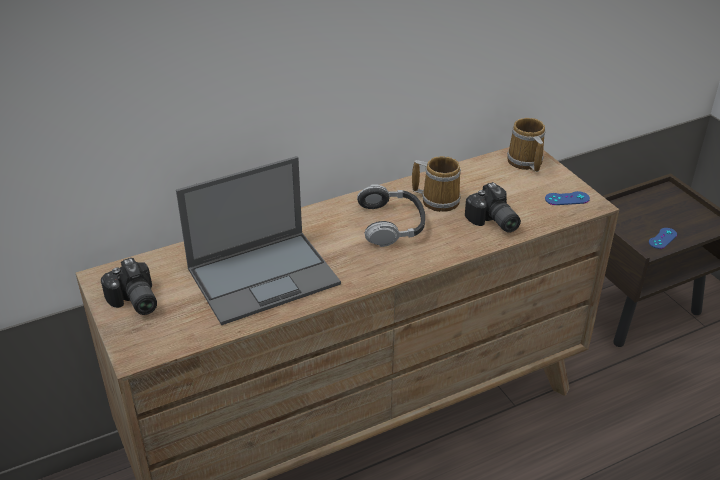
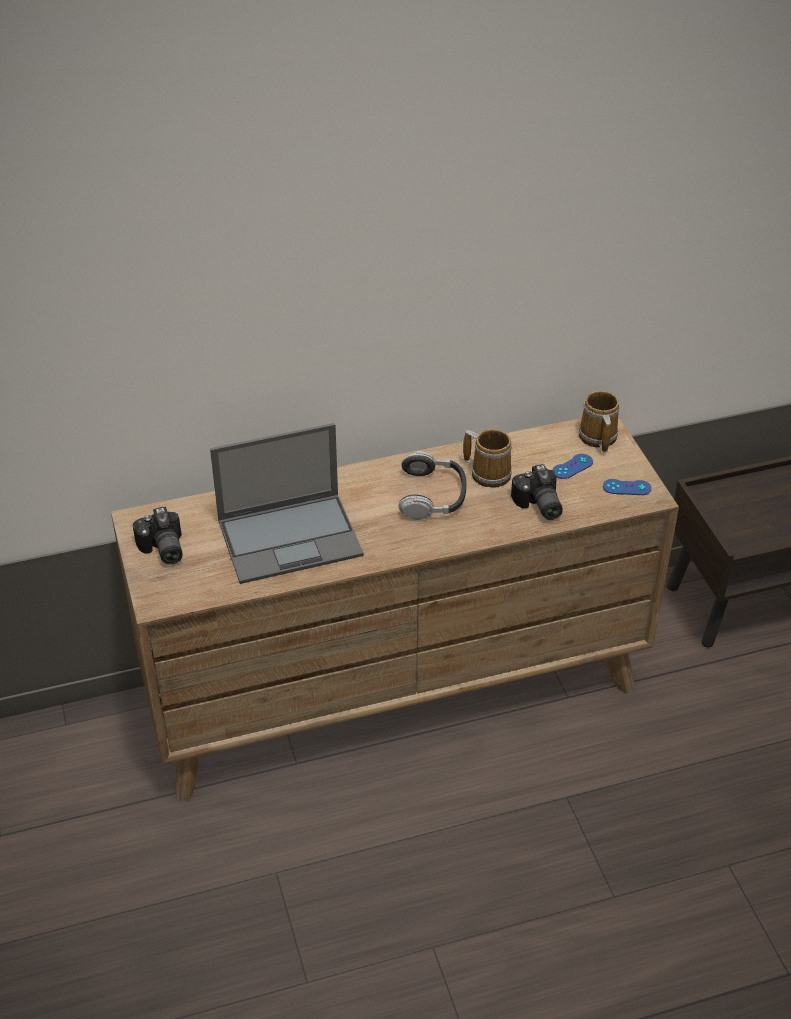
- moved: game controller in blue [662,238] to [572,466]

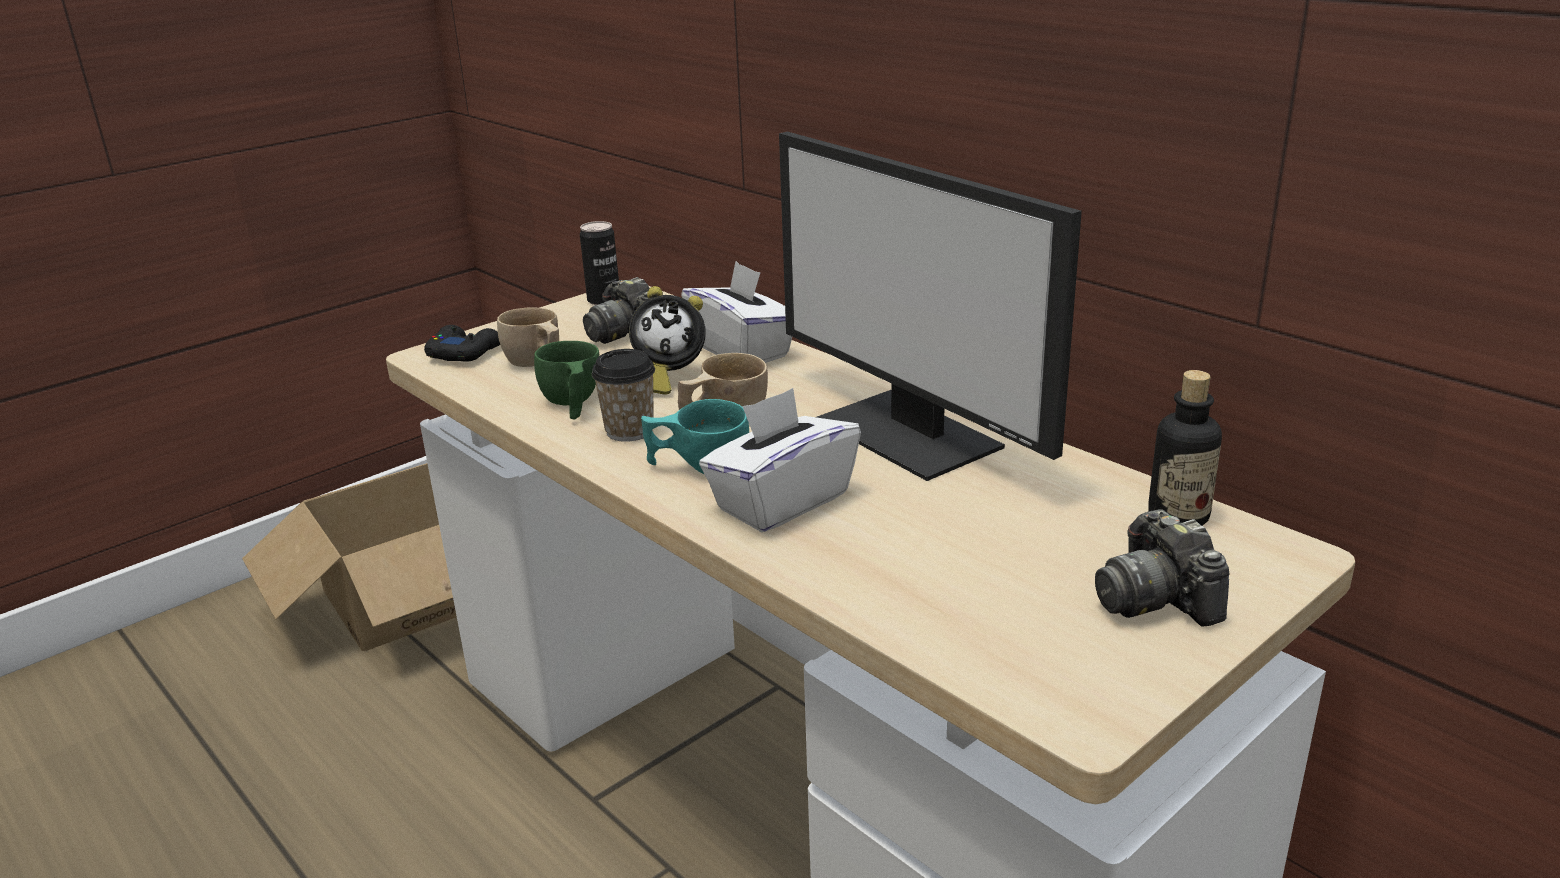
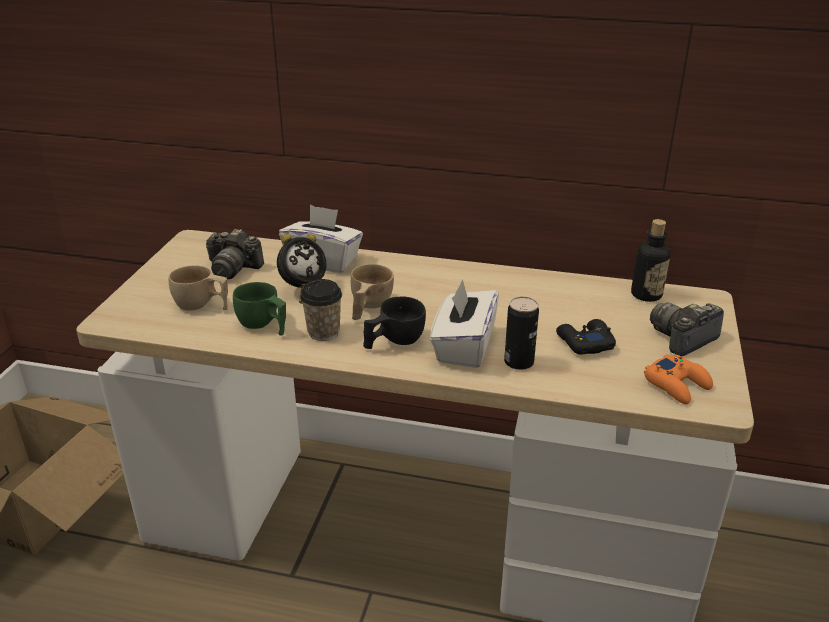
- removed: monitor [912,433]
- moved: can [604,300] to [519,362]
- moved: game controller in black [464,352] to [584,342]
- recoloured: cup in turquoise [698,466] to cup in black [393,341]
- turned: photo camera [1156,598] = [683,338] 105 degrees clockwise
- added: game controller in orange [677,385]

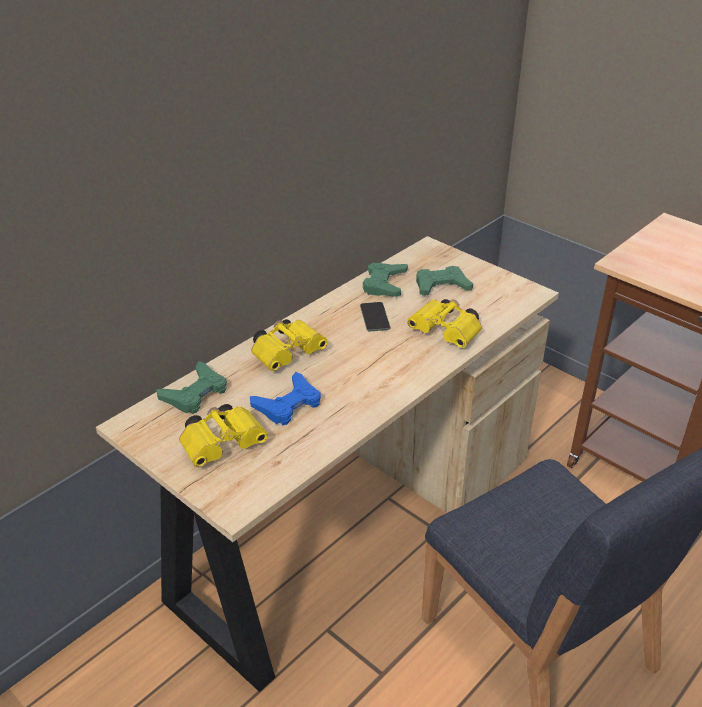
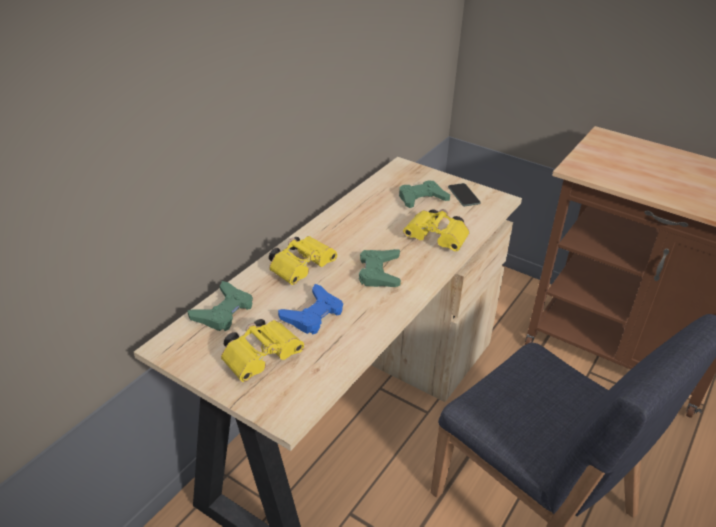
- moved: game controller in green [384,284] to [379,272]
- moved: phone [375,317] to [463,195]

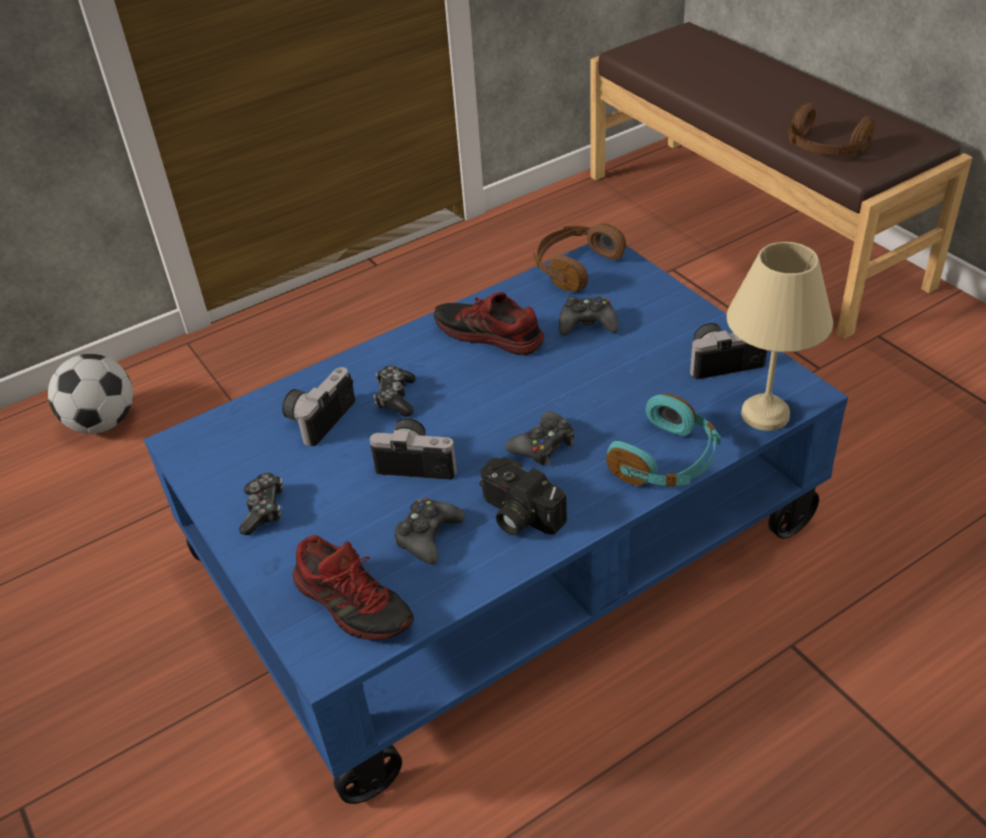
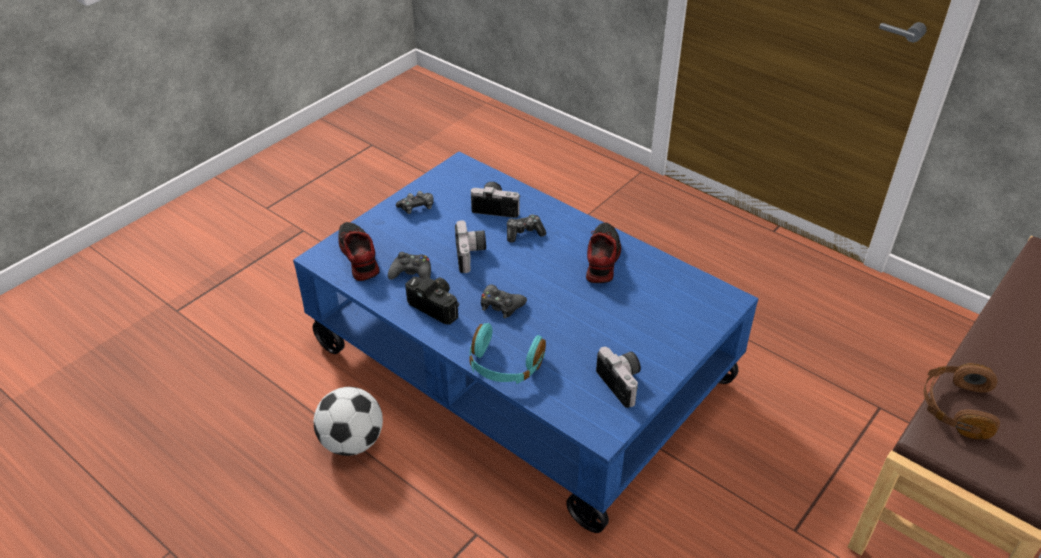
- removed: headphones in brown [575,267]
- removed: table lamp in beige [767,414]
- removed: game controller in black [587,324]
- moved: football [103,423] to [352,442]
- turned: photo camera [517,515] = [437,305] 105 degrees clockwise
- turned: shoe [354,603] = [358,257] 135 degrees clockwise

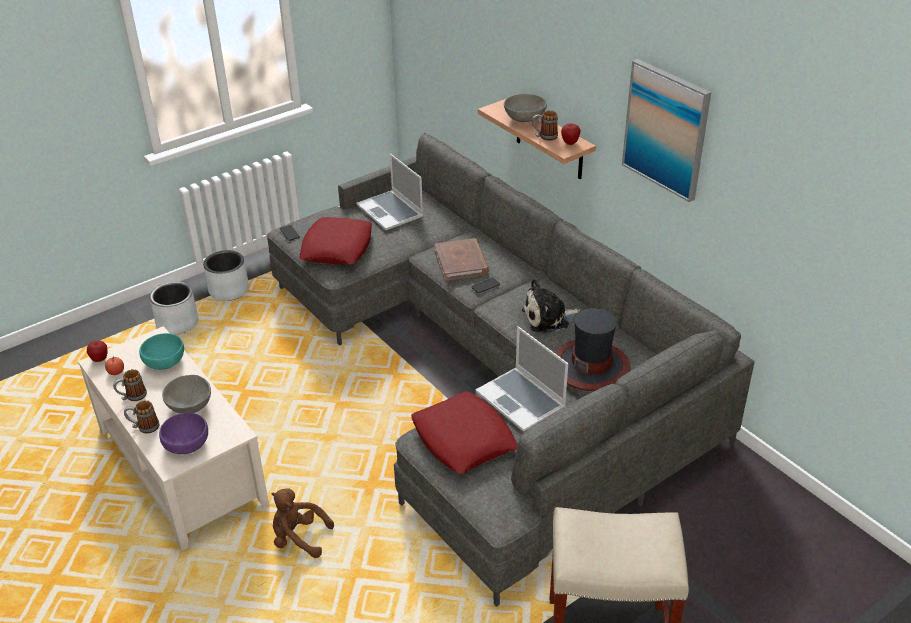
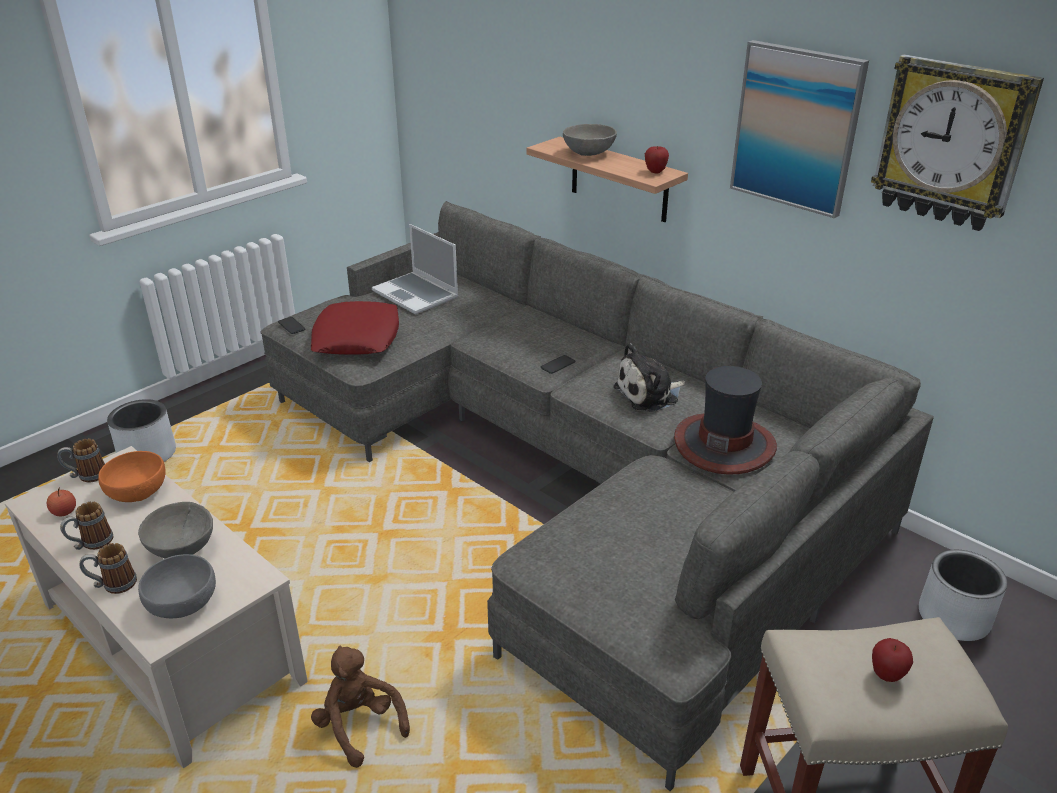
- moved: mug [544,137] to [86,476]
- removed: book in brown [461,262]
- moved: planter in grey [229,290] to [953,617]
- removed: laptop [522,400]
- recoloured: bowl in turquoise [165,361] to bowl in orange [137,490]
- moved: apple [100,359] to [886,675]
- removed: pillow in red [464,439]
- recoloured: bowl in purple [186,443] to bowl in grey [182,601]
- turned: plush toy in brown [299,538] = [359,725] 45 degrees clockwise
- added: wall clock [952,143]

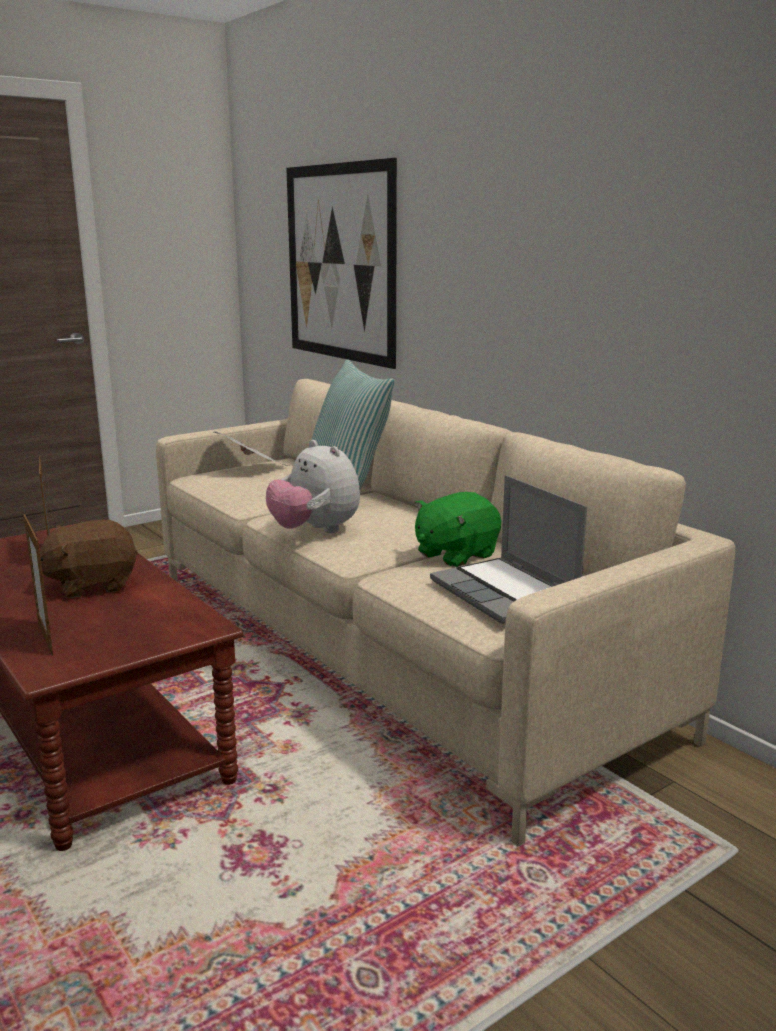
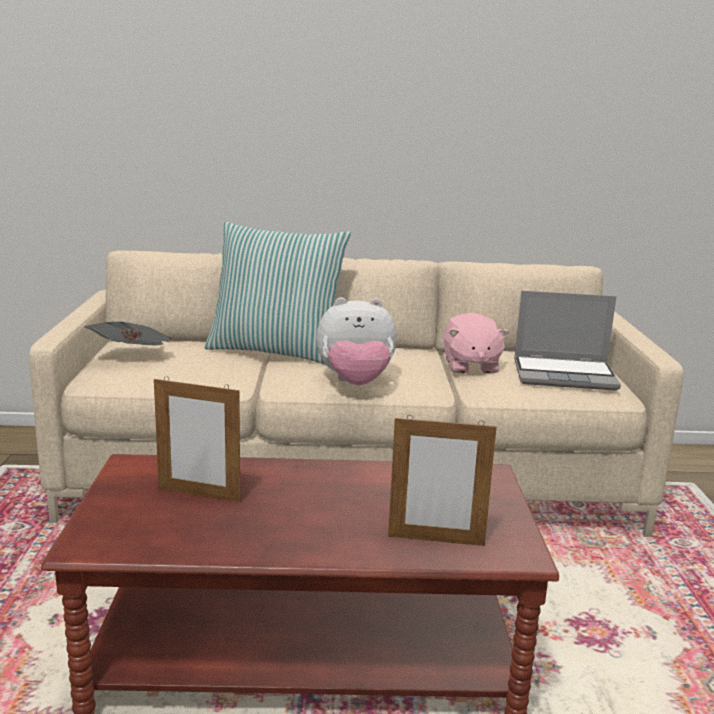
- removed: picture [339,263]
- recoloured: plush toy in green [455,555] to plush toy in pink [470,366]
- removed: plush toy in brown [92,585]

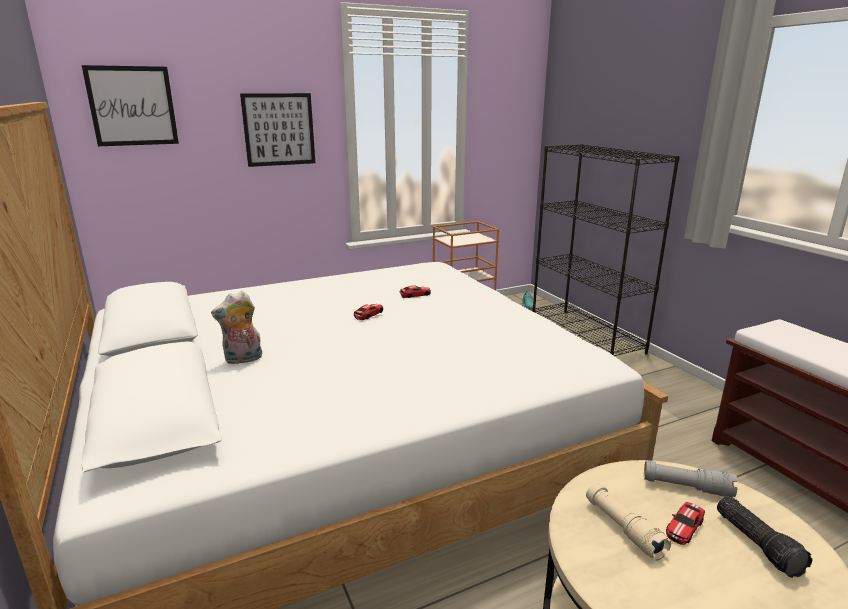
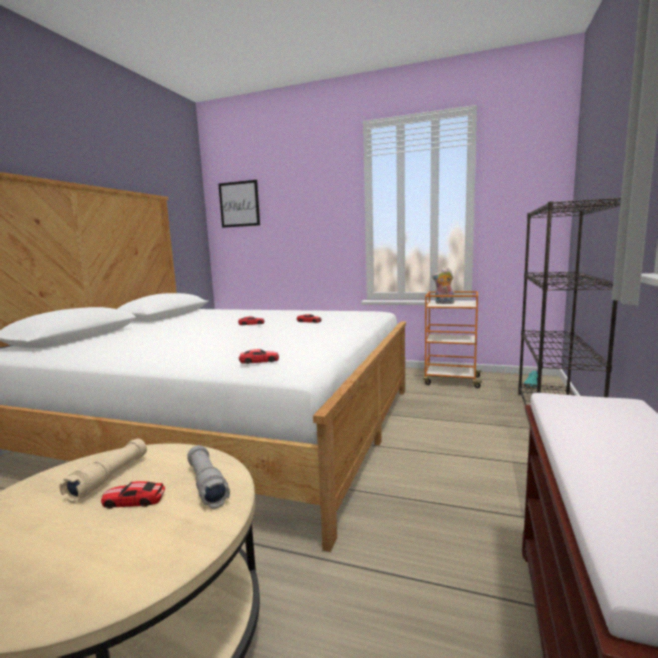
- removed: picture [279,129]
- moved: plush toy [243,359] to [443,303]
- removed: flashlight [758,544]
- added: toy car [259,361]

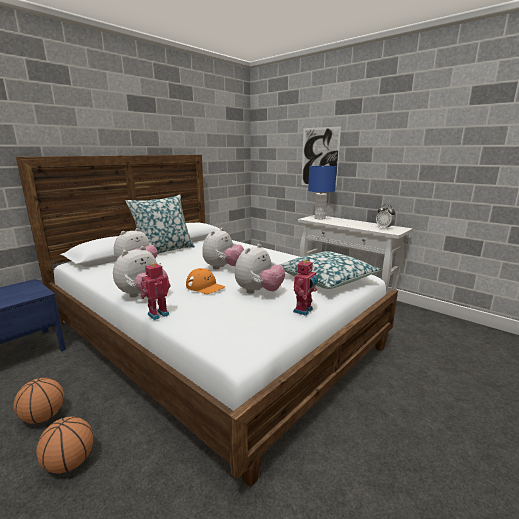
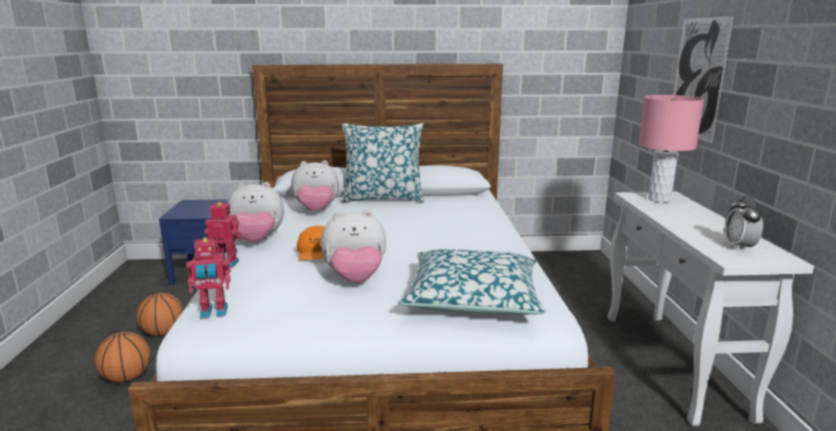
- recoloured: table lamp in blue [320,218] to table lamp in pink [659,199]
- removed: plush toy [223,268]
- moved: toy robot [304,311] to [213,312]

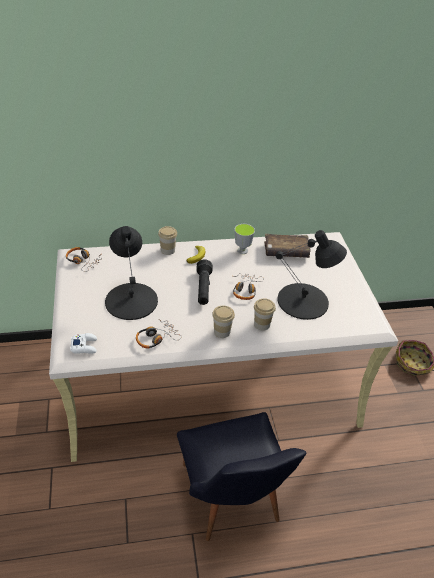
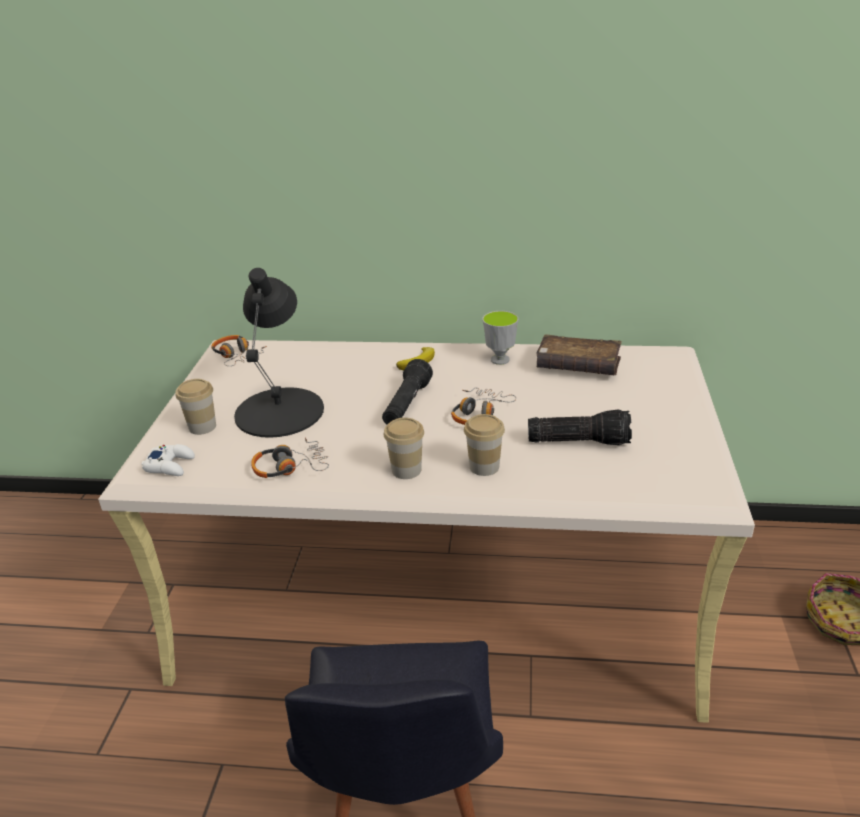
- moved: cup [167,250] to [202,427]
- replaced: table lamp in black [303,301] to flashlight [579,440]

